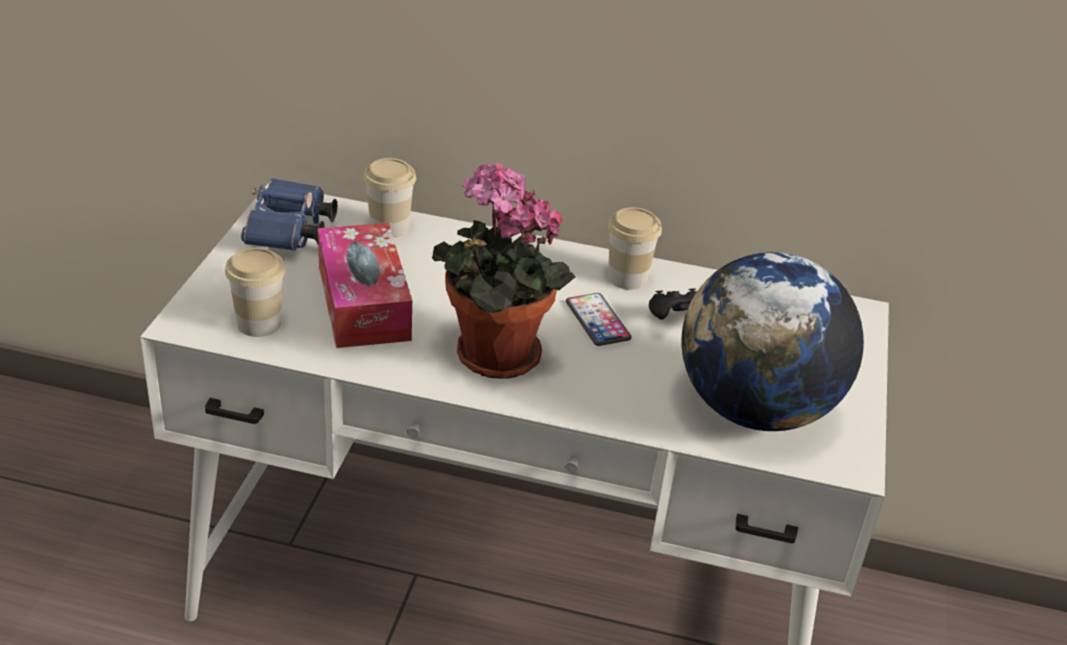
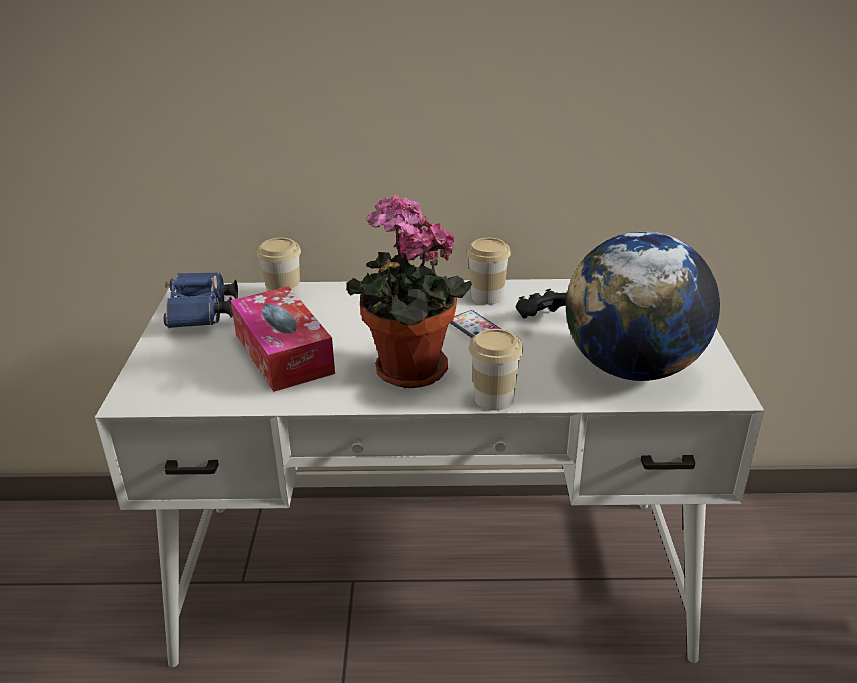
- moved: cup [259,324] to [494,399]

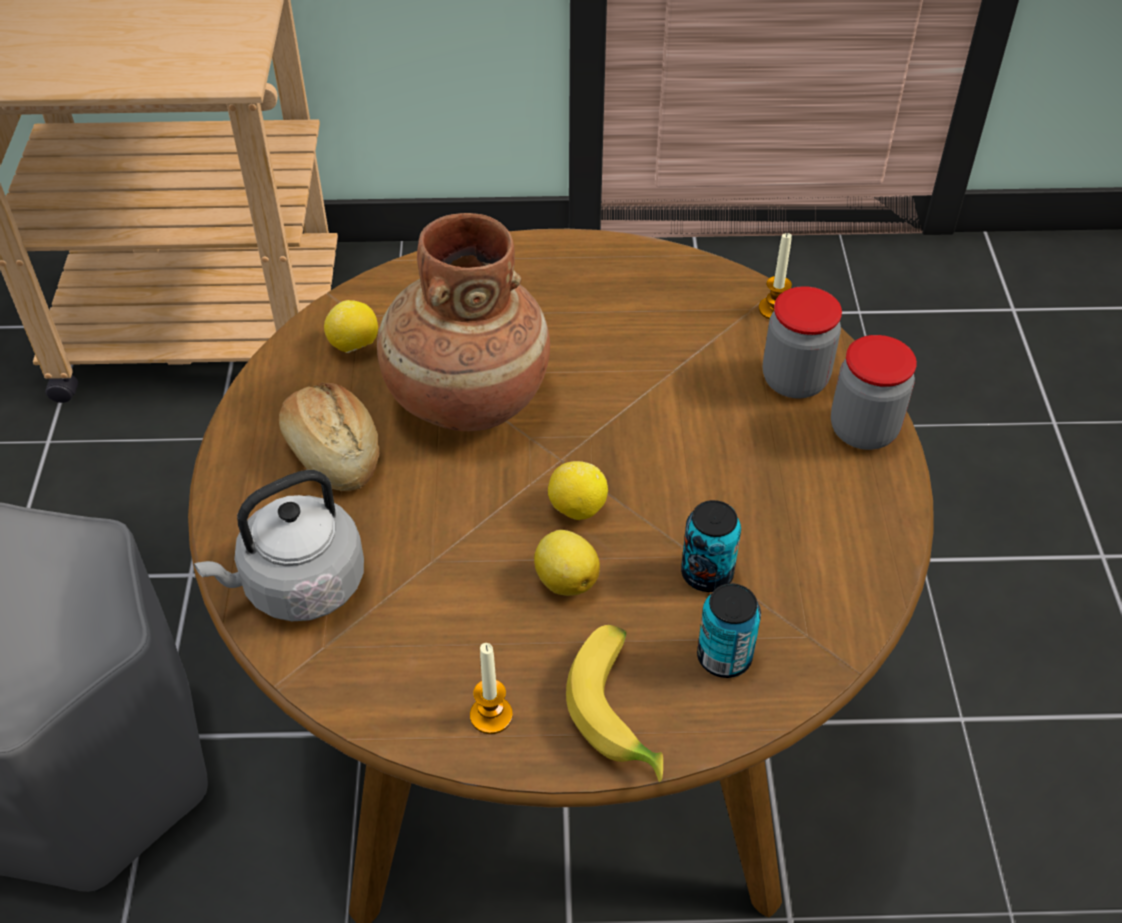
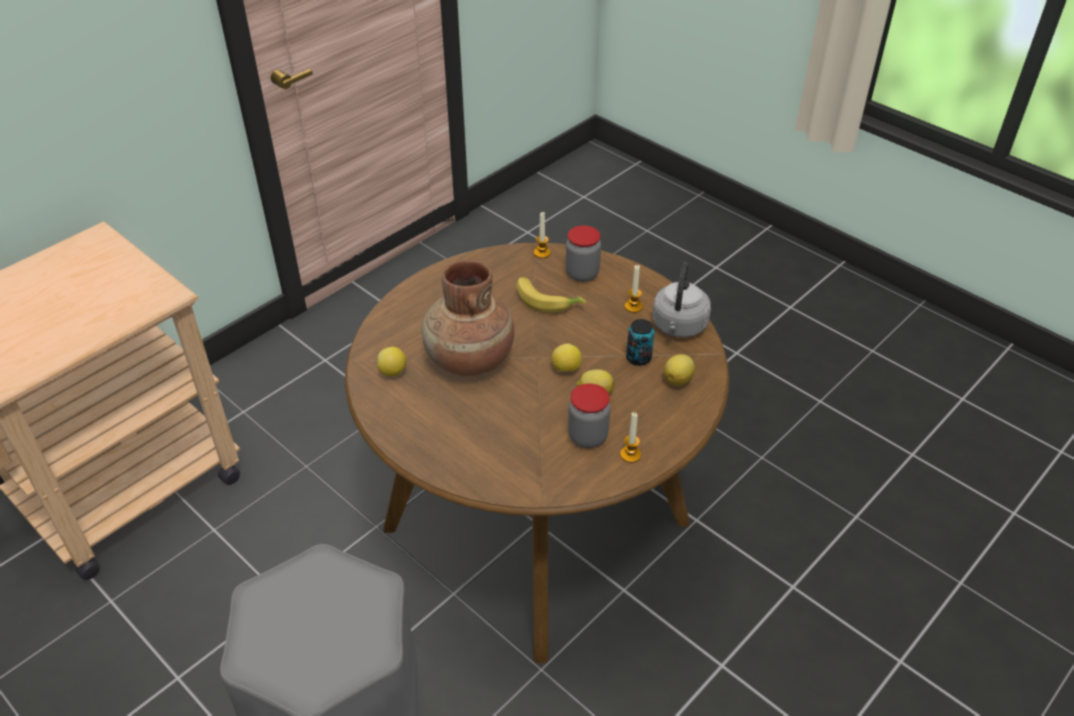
- moved: jar [863,430] to [587,436]
- removed: bread [333,452]
- moved: kettle in grey [298,586] to [678,327]
- replaced: can [724,657] to lemon [678,379]
- moved: banana [622,709] to [547,300]
- added: candle [633,306]

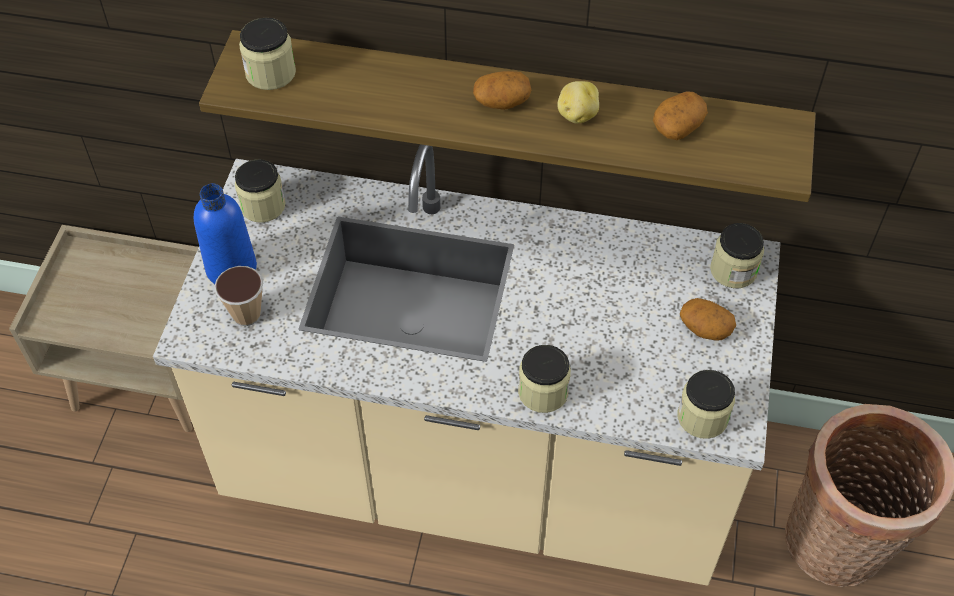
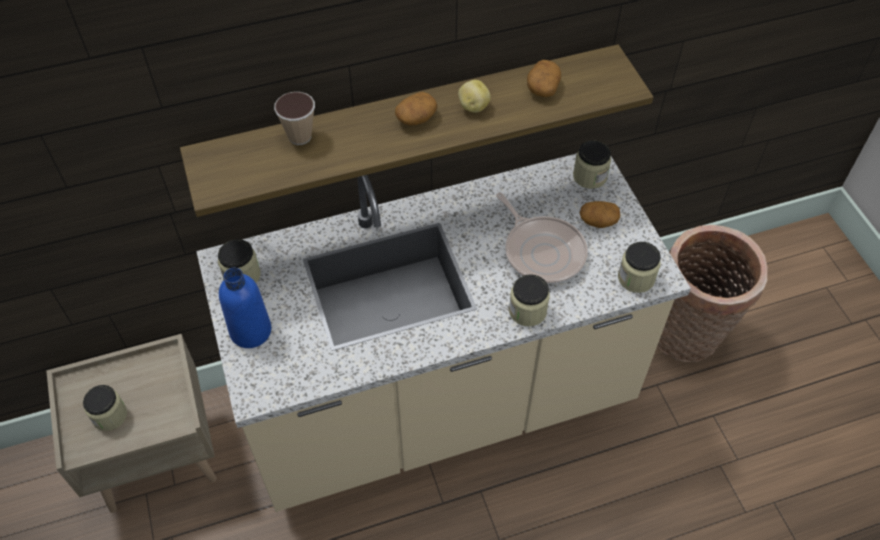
- moved: jar [270,73] to [110,416]
- moved: cup [246,314] to [300,136]
- added: frying pan [542,251]

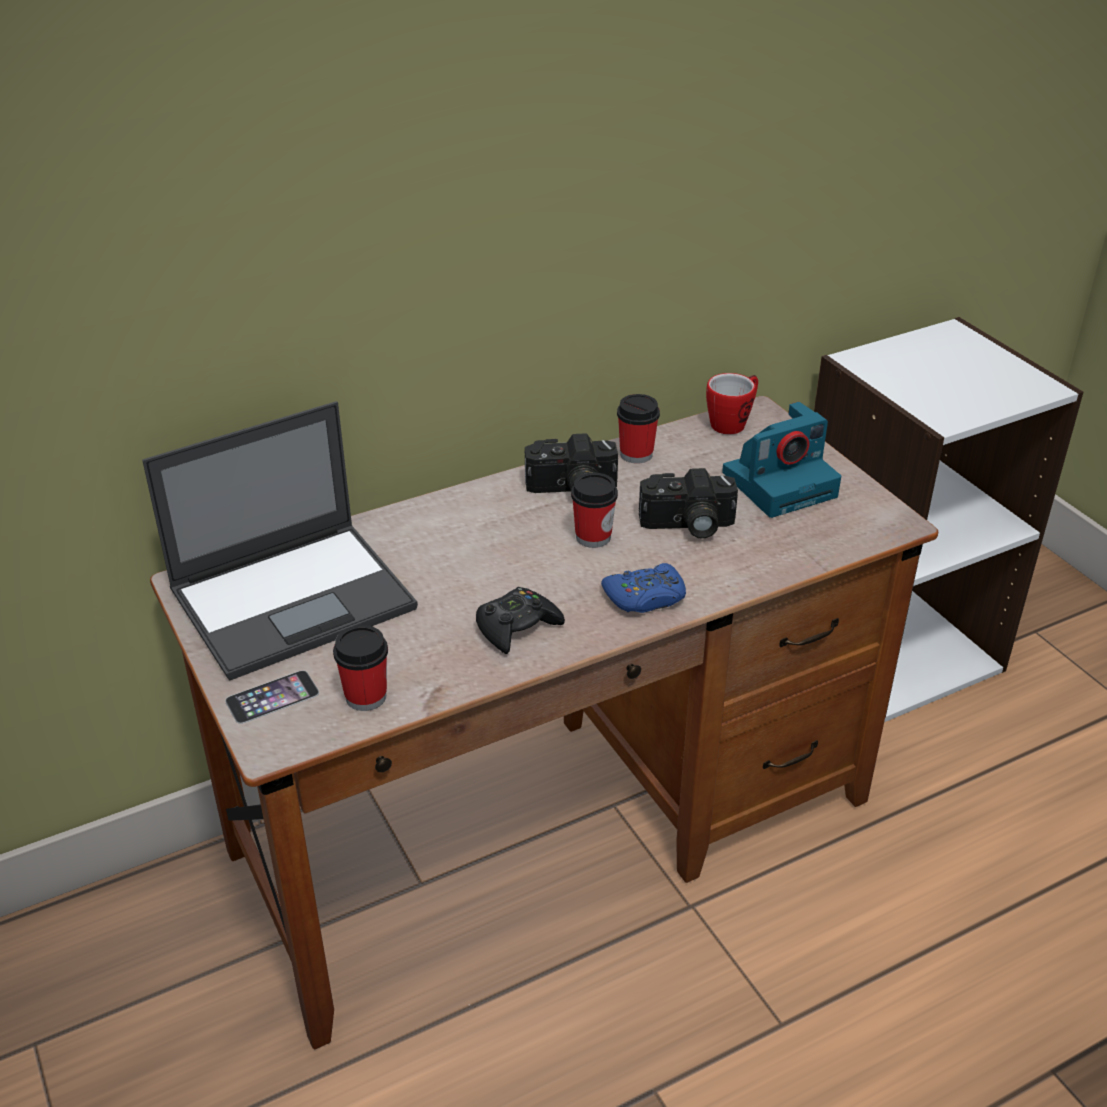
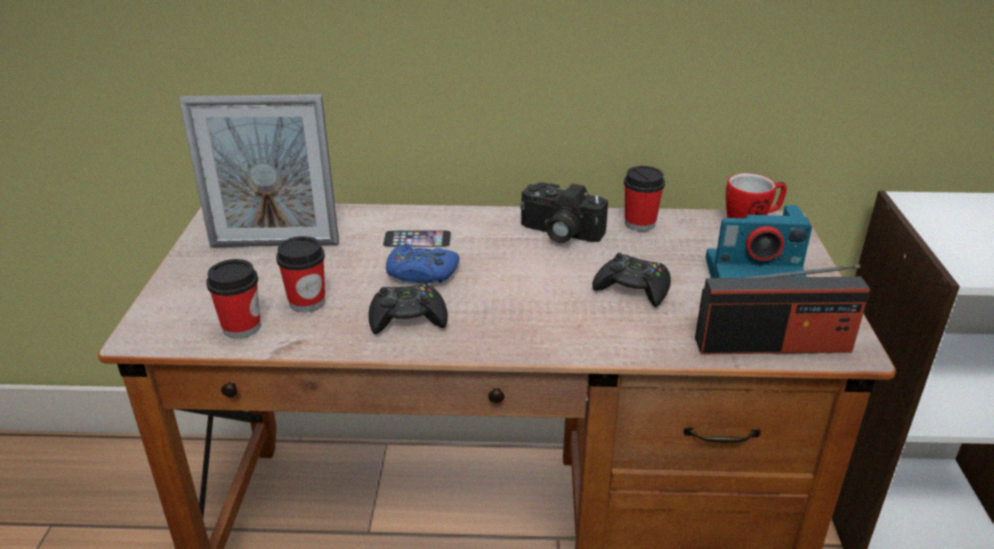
- replaced: laptop [295,598] to picture frame [274,244]
- replaced: photo camera [687,525] to game controller in black [633,288]
- moved: cup [593,537] to [307,302]
- moved: game controller in blue [645,597] to [421,273]
- moved: phone [272,697] to [417,239]
- added: radio [773,345]

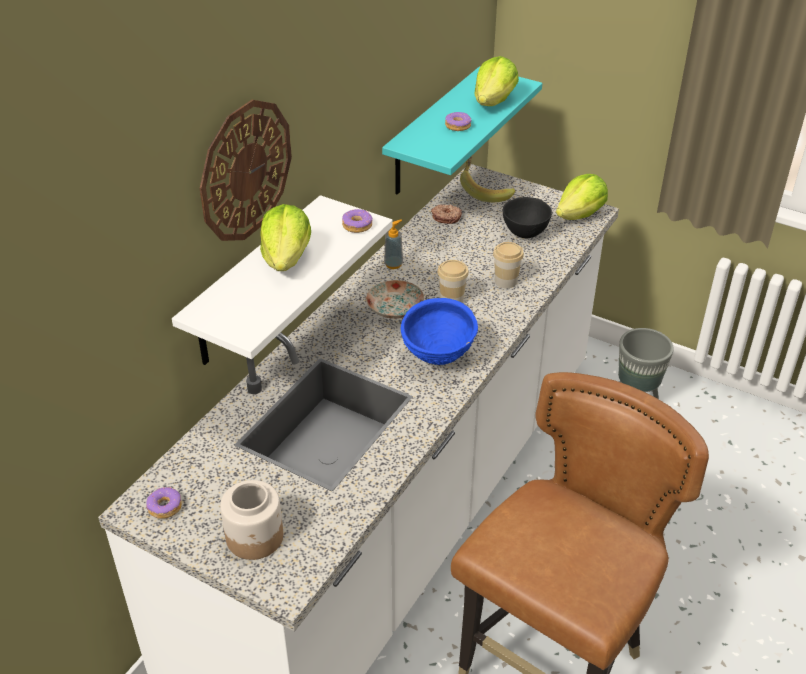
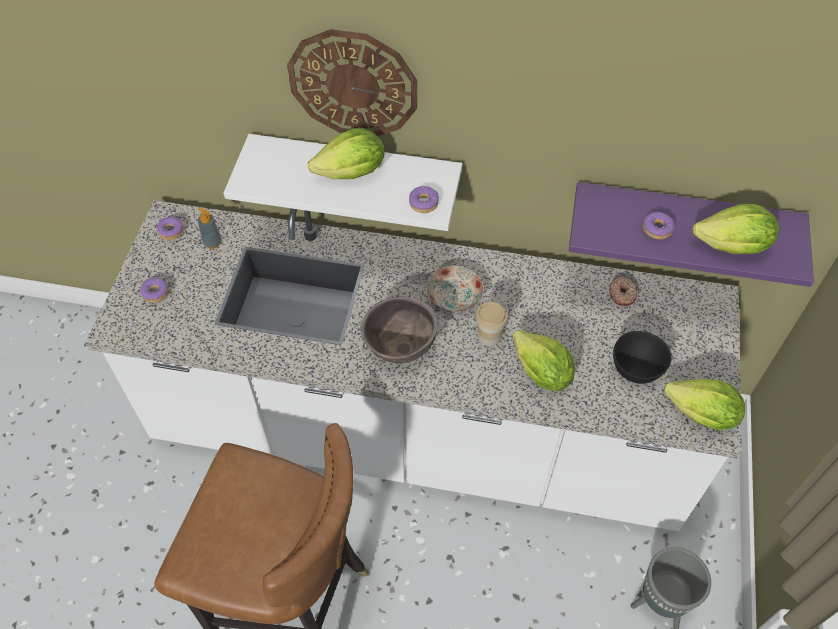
- recoloured: shelf in turquoise [432,132] to shelf in purple [682,221]
- removed: banana [485,191]
- moved: soap dispenser [393,264] to [212,242]
- replaced: cup [506,281] to lettuce [541,373]
- recoloured: bowl in blue [438,357] to bowl in brown [400,348]
- replaced: jar [255,537] to donut [155,293]

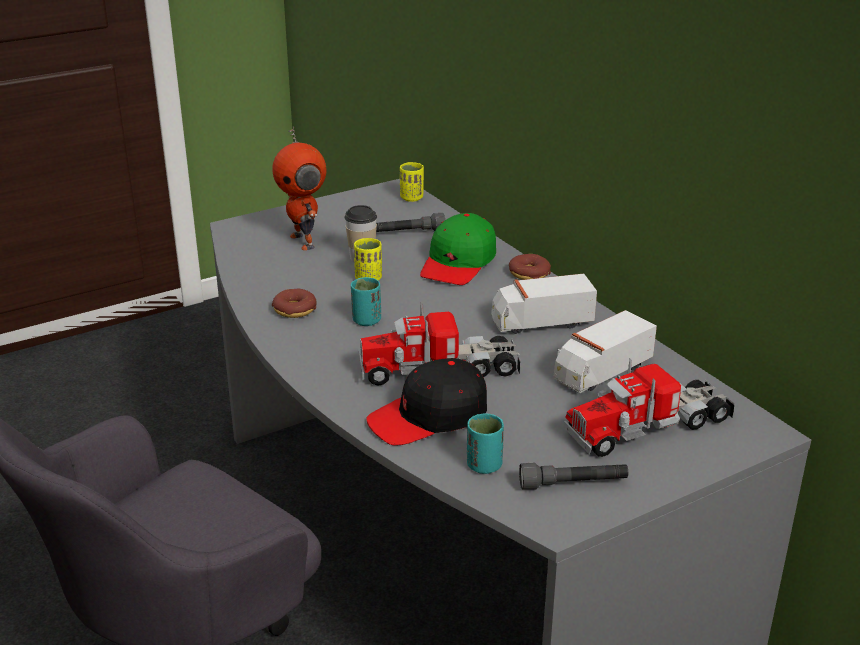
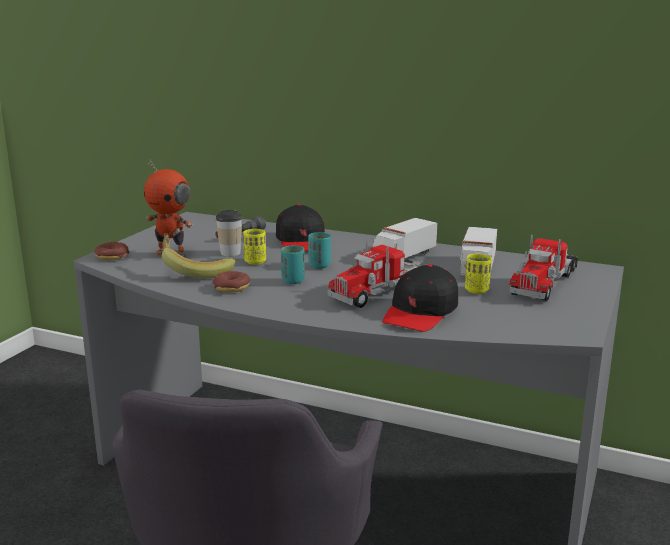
- moved: cup in yellow [411,198] to [476,290]
- recoloured: cap in green [458,263] to cap in black [302,242]
- moved: donut [529,274] to [112,257]
- moved: cup in turquoise [484,465] to [319,266]
- removed: flashlight in grey [573,484]
- added: banana [195,271]

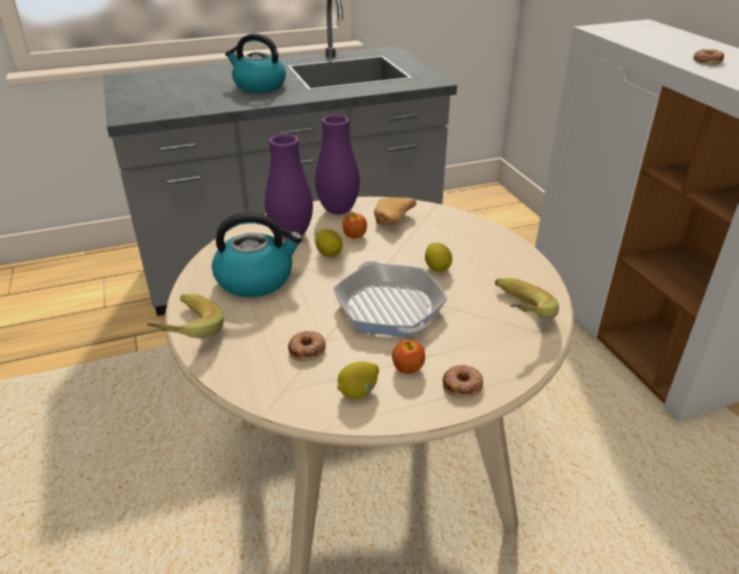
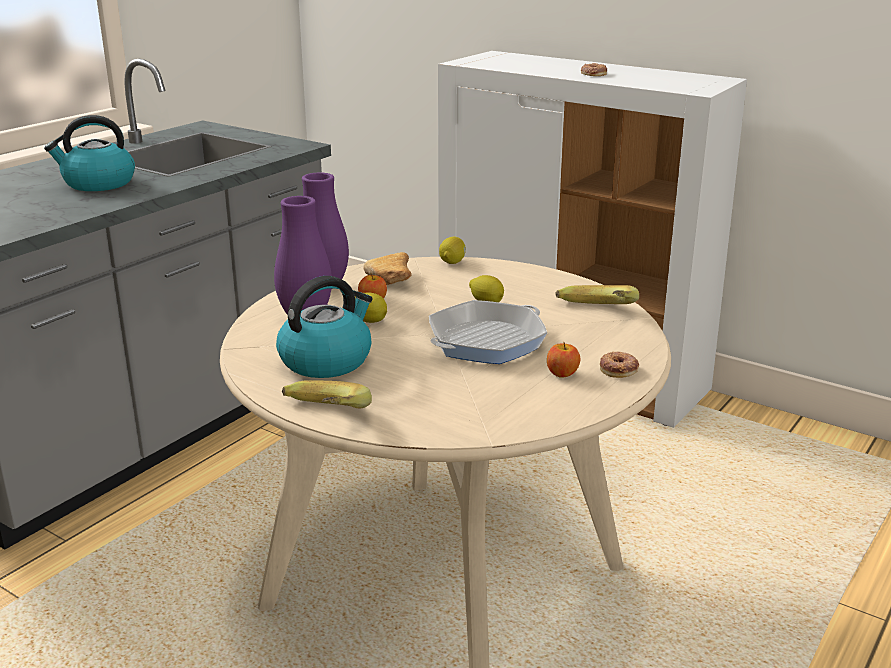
- turned: frying pan [389,307] = [486,341] 75 degrees counterclockwise
- removed: donut [307,349]
- moved: lemon [358,392] to [452,262]

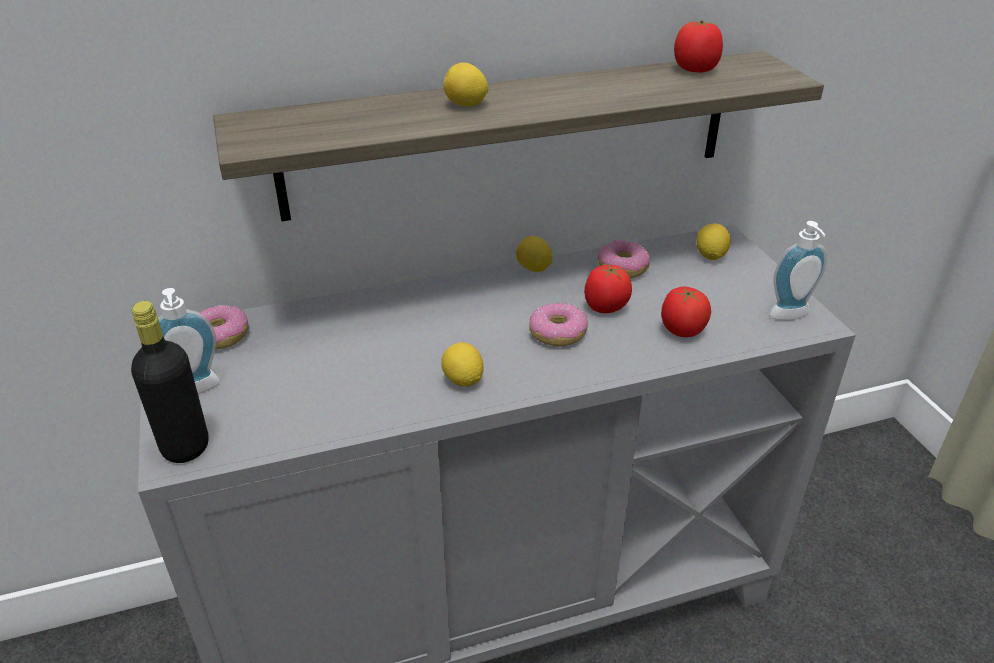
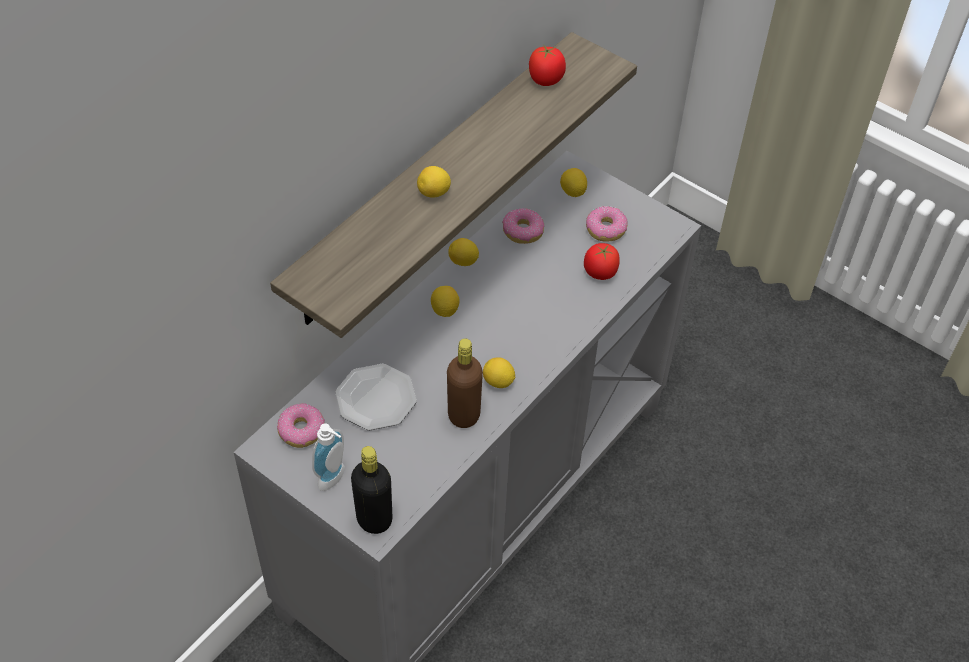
- removed: soap dispenser [791,317]
- removed: tomato [605,307]
- moved: donut [558,333] to [605,229]
- added: lemon [445,310]
- added: bottle in brown [464,415]
- added: plate [375,399]

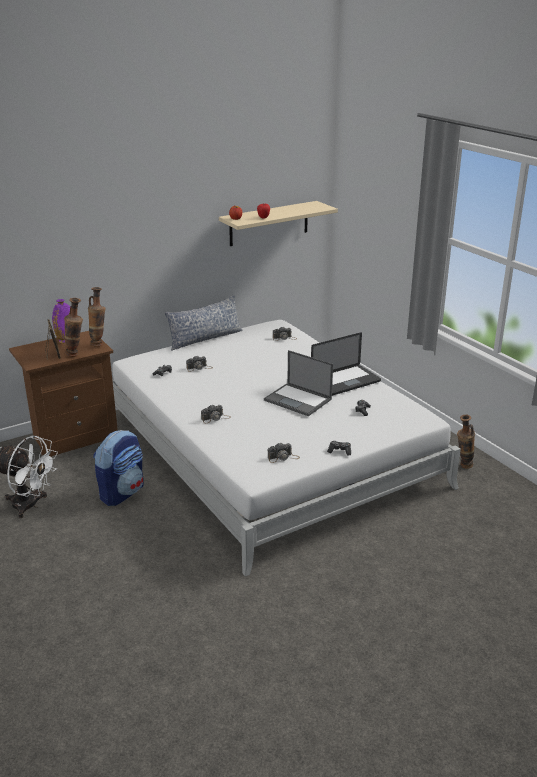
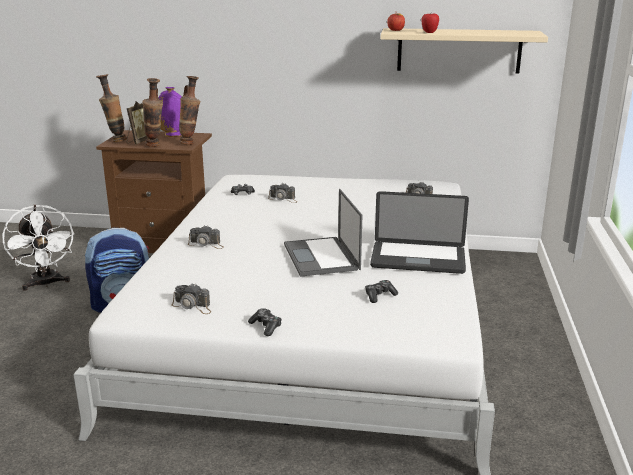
- removed: pillow [205,339]
- moved: vase [463,466] to [115,141]

